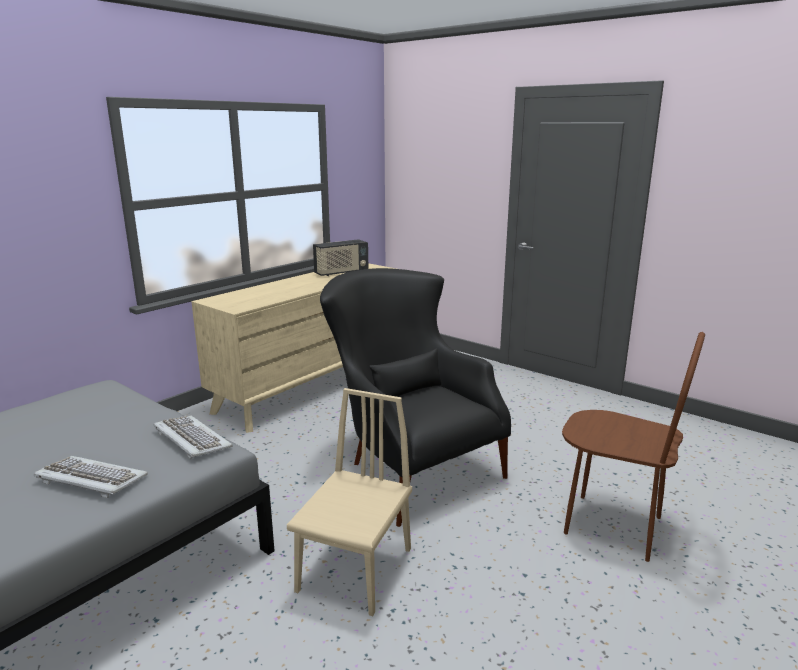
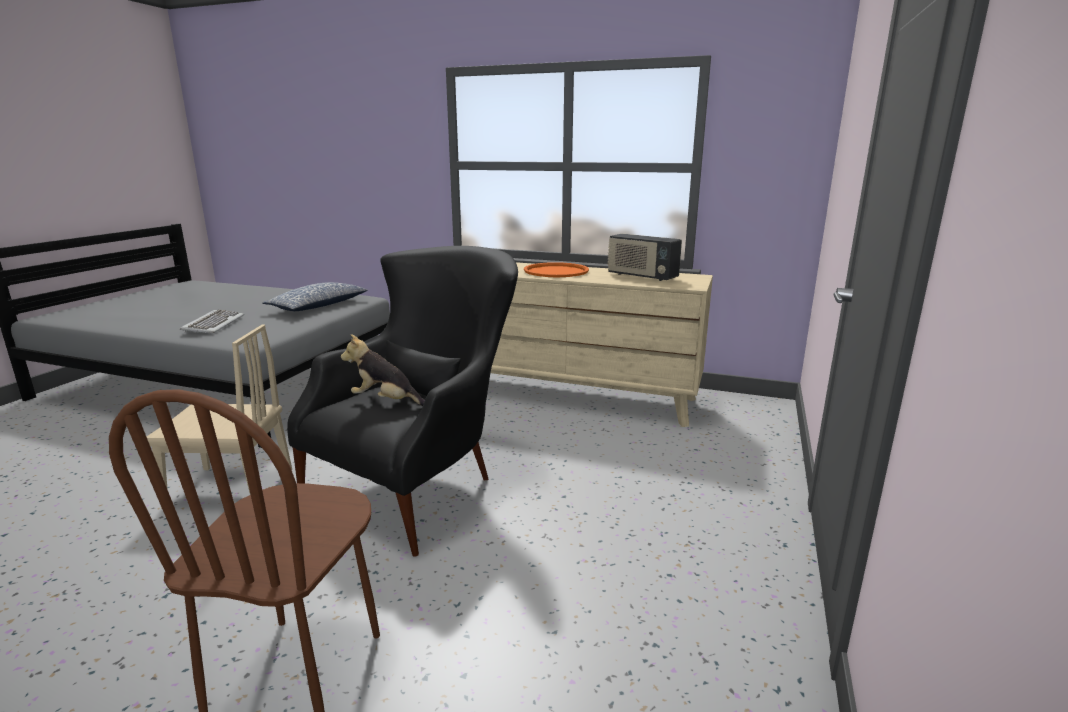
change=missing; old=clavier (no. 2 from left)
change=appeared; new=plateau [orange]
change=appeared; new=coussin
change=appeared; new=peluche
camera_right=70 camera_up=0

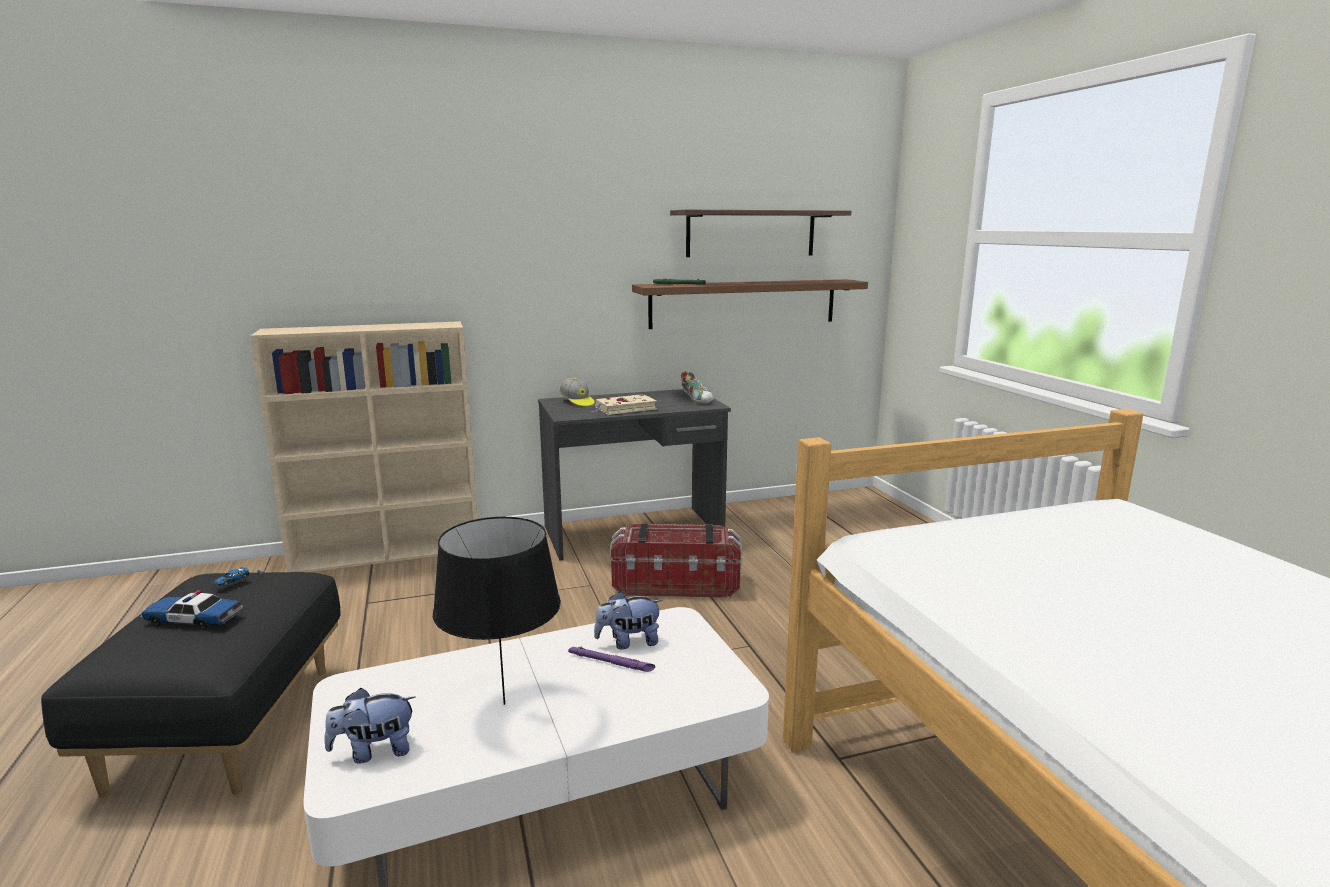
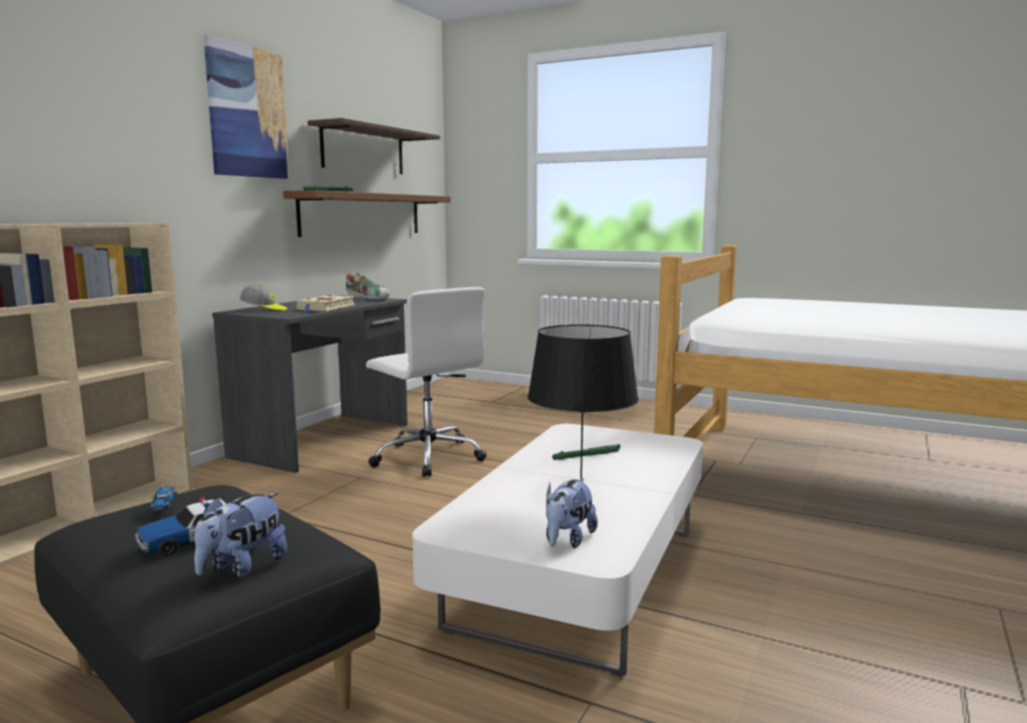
change=exchanged; old=boîte de rangement; new=chaise de bureau [blanc]
change=relocated; old=peluche (no. 2 from left in the first image); new=peluche (no. 1 from left)
change=colour; old=lampe de poche [violet]; new=lampe de poche [vert] (no. 2 from left)
change=appeared; new=tableau
camera_right=-45 camera_up=-5

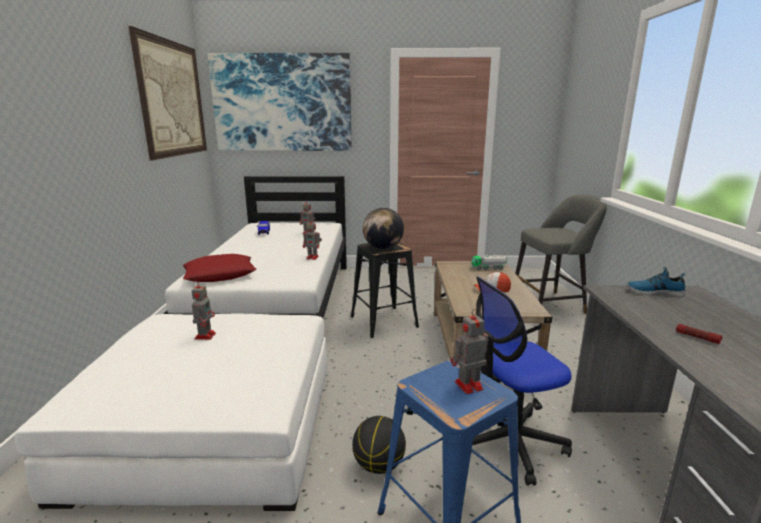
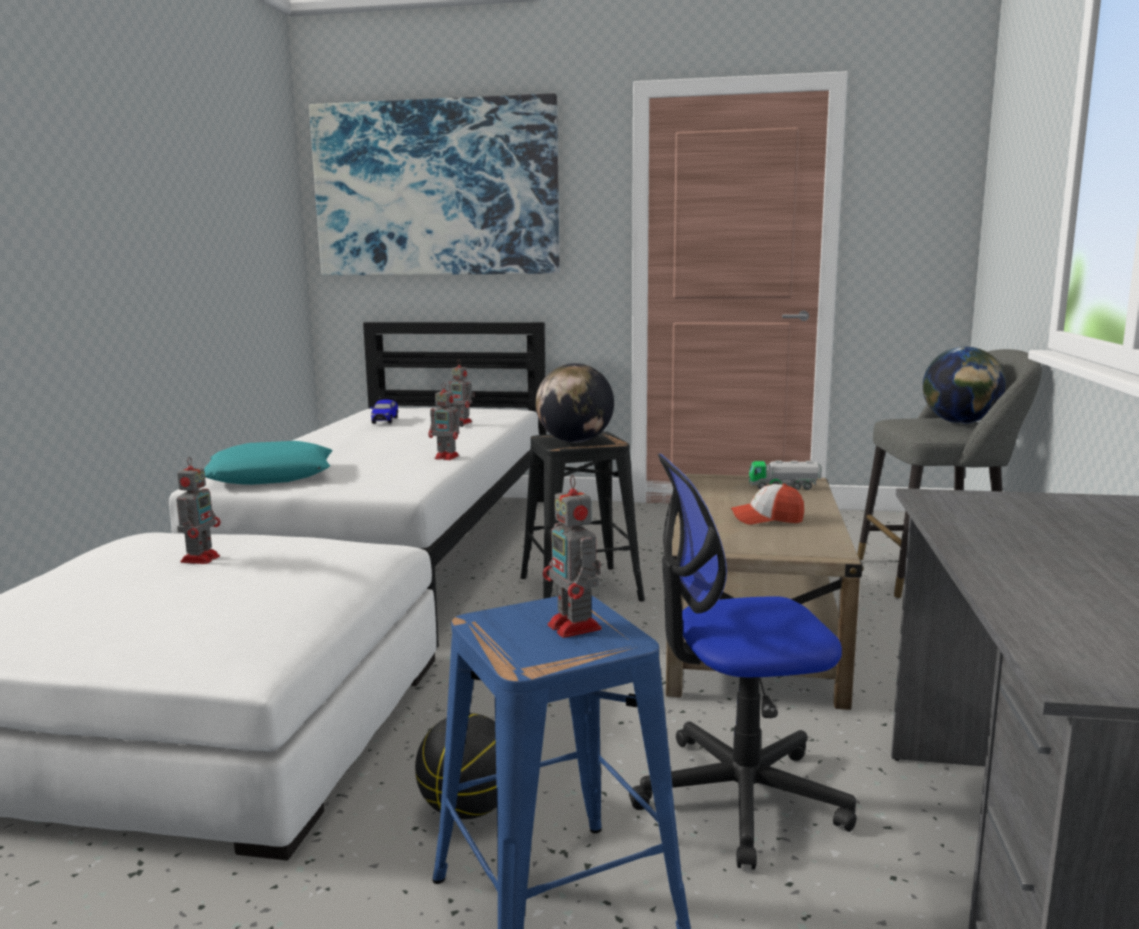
change=missing; old=tableau (no. 1 from left)
change=colour; old=coussin [rouge]; new=coussin [turquoise]
change=missing; old=chaussure
change=spun; old=robot jouet (no. 4 from left); degrees=-105
change=missing; old=lampe de poche
change=appeared; new=globe (no. 2 from left)
camera_right=10 camera_up=-5

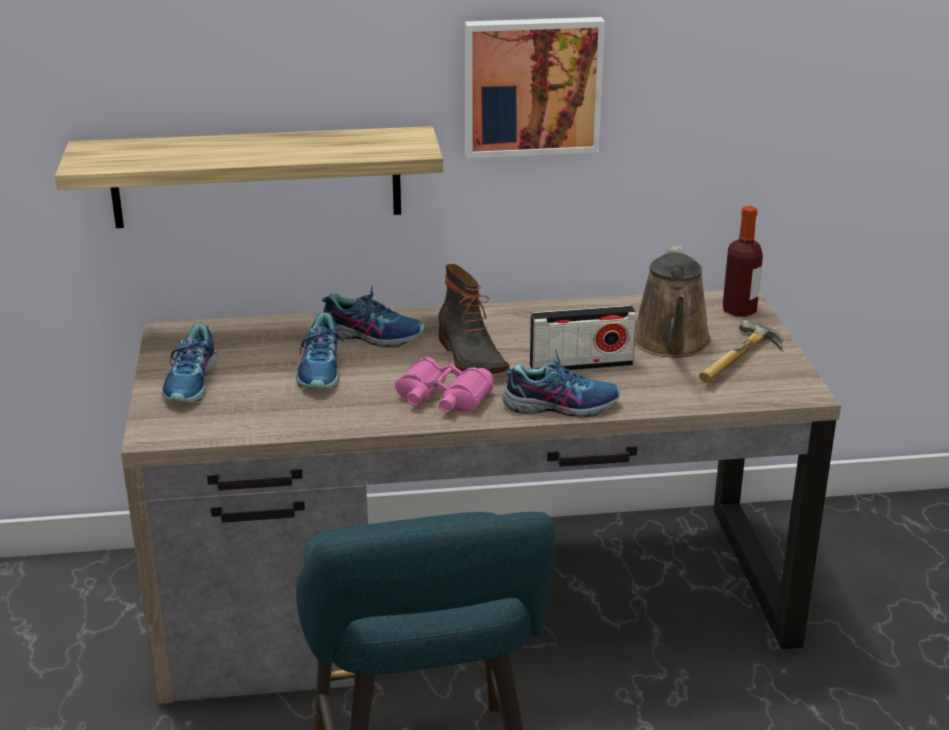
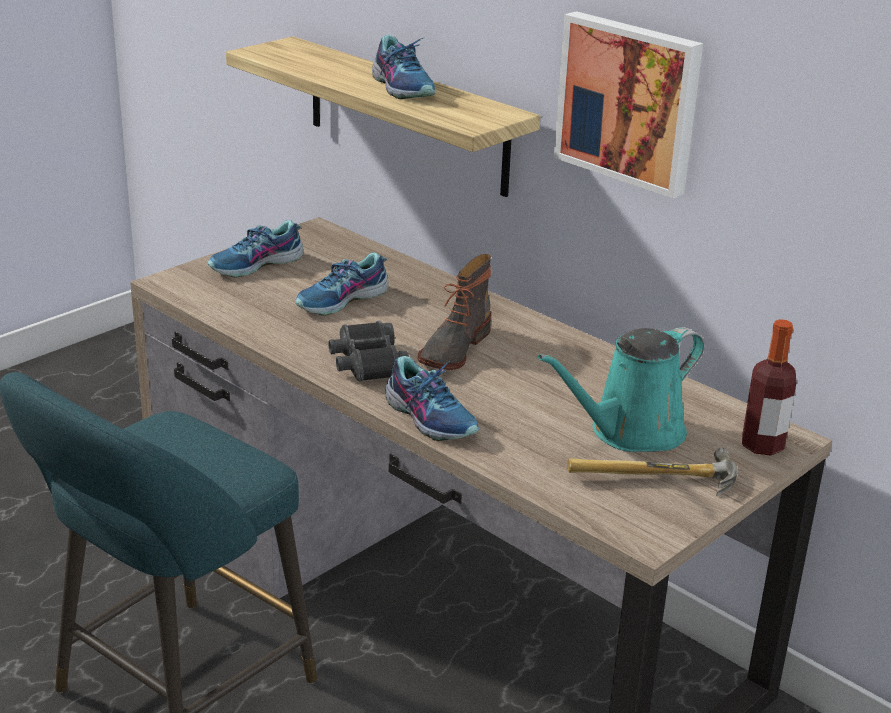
change=colour; old=arrosoir [marron]; new=arrosoir [turquoise]
change=relocated; old=chaussure (no. 3 from left)
change=missing; old=radio
change=colour; old=jumelles [rose]; new=jumelles [noir]
camera_right=50 camera_up=0

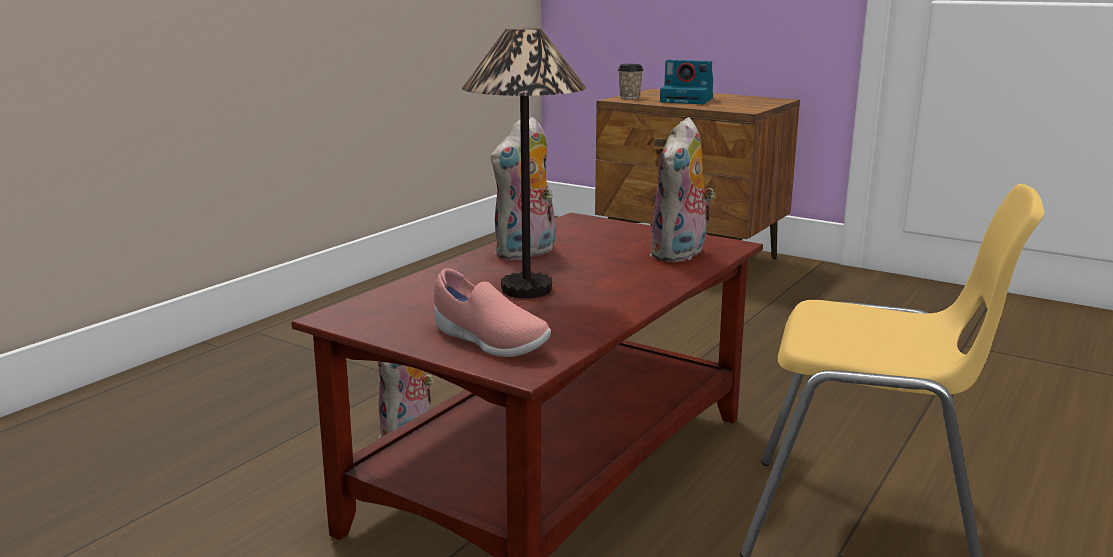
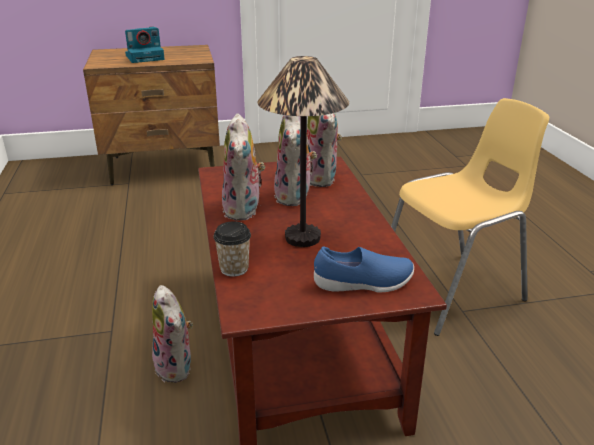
change=relocated; old=tasse
change=colour; old=chaussure [rose]; new=chaussure [bleu]
change=appeared; new=peluche (no. 3 from left)
camera_right=-45 camera_up=10

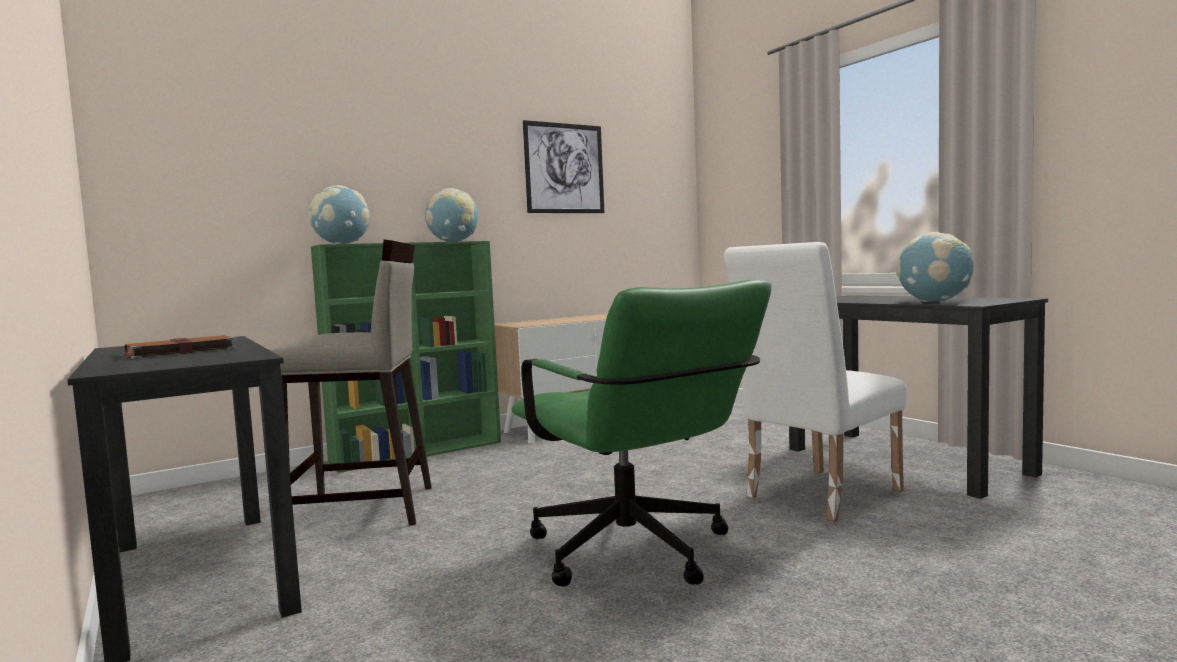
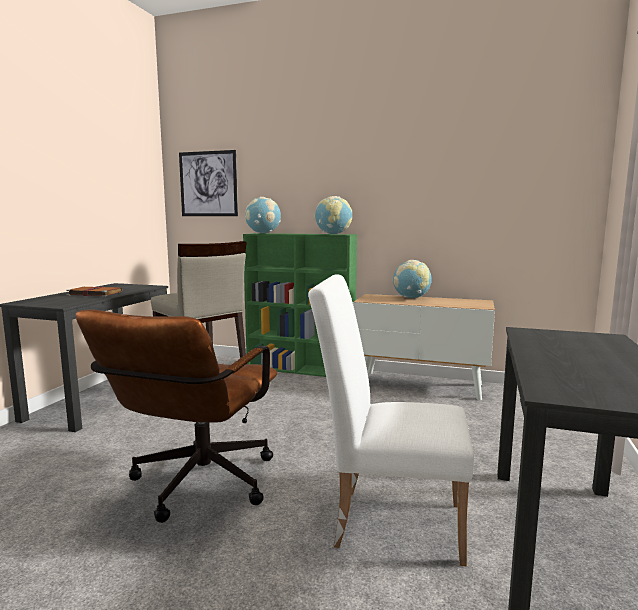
change=relocated; old=tableau
change=relocated; old=globe (no. 3 from left)
change=colour; old=chaise de bureau [vert]; new=chaise de bureau [marron]
camera_right=50 camera_up=5

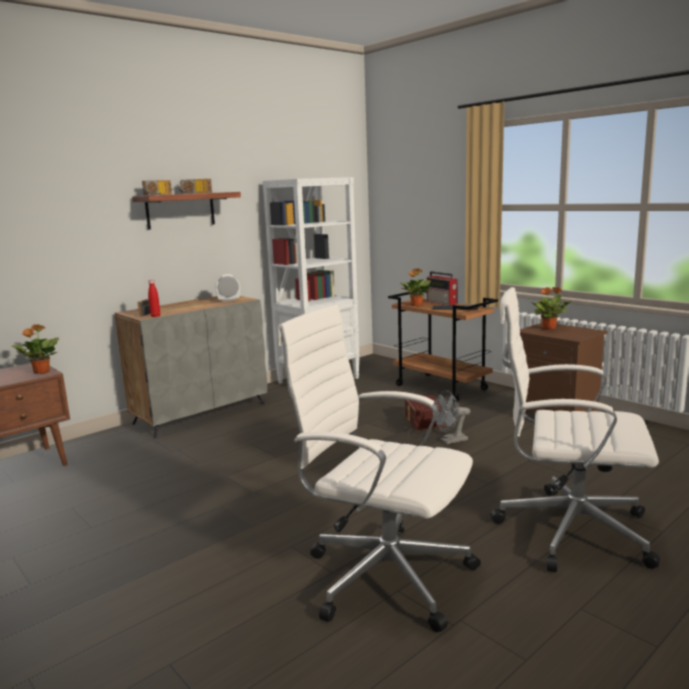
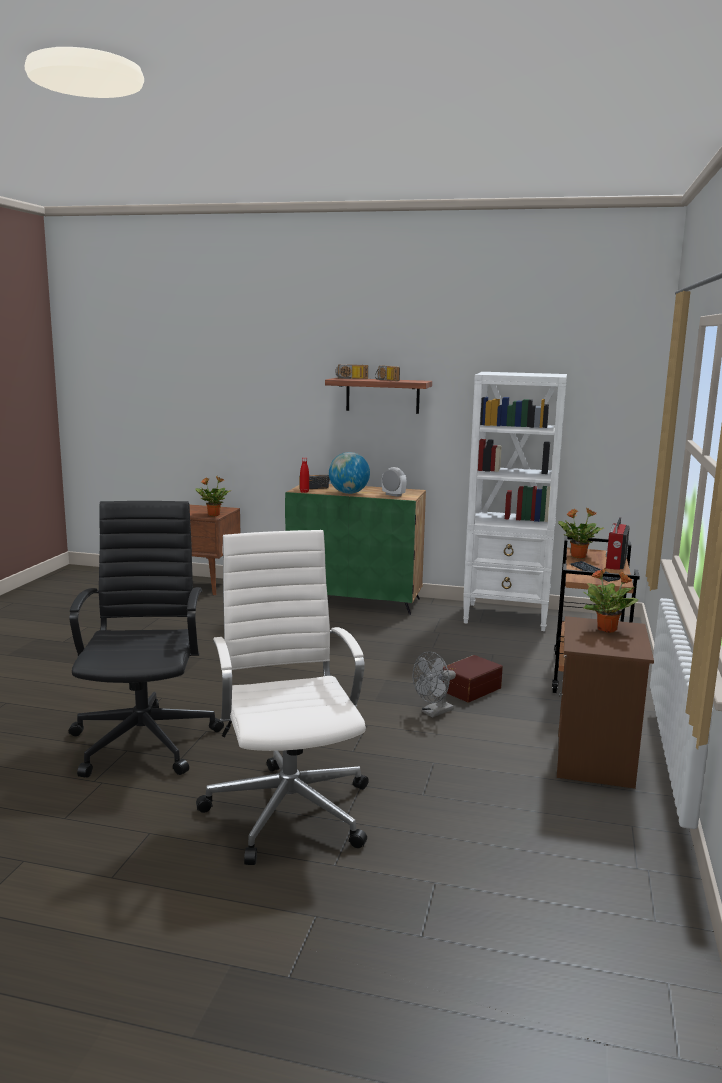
change=colour; old=meuble de rangement [gris]; new=meuble de rangement [vert]
change=colour; old=chaise de bureau [blanc] (no. 1 from left); new=chaise de bureau [noir]
change=spun; old=ventilateur [gris]; degrees=-75
change=appeared; new=globe
camera_right=55 camera_up=0

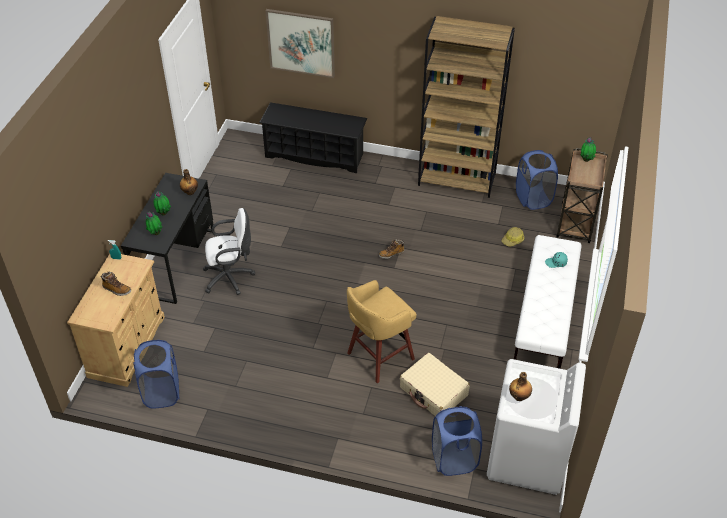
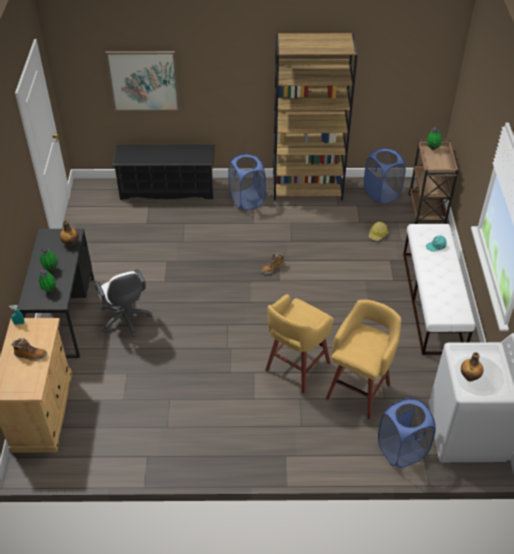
change=spun; old=chaise de bureau [blanc]; degrees=90
change=relocated; old=panier à linge [bleu] (no. 1 from left)
change=exchanged; old=valise [beige]; new=tabouret [jaune] (no. 2 from left)
camera_right=-15 camera_up=0

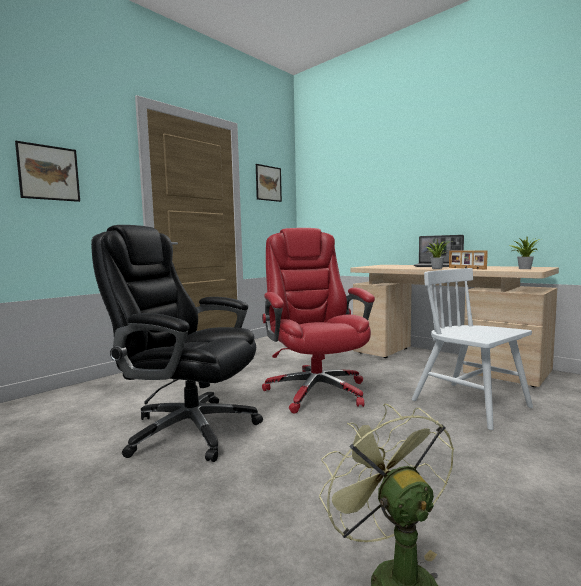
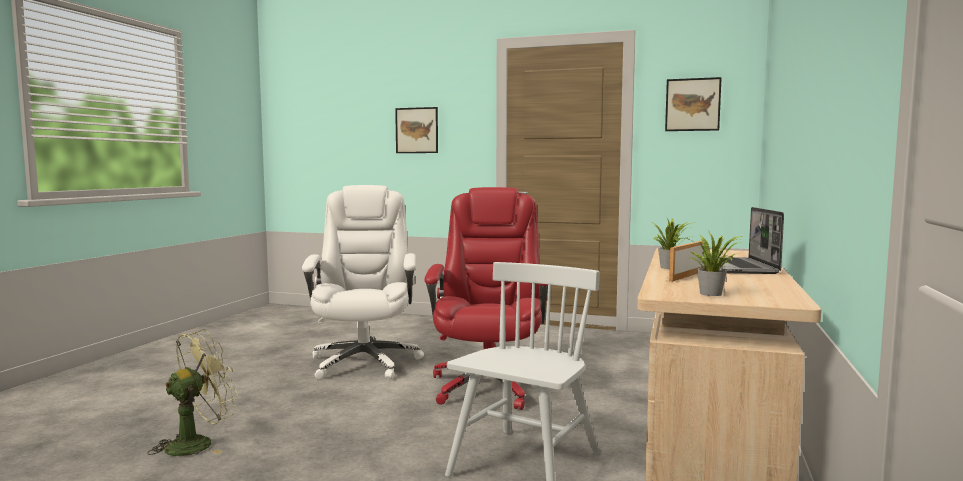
change=colour; old=chaise de bureau [noir]; new=chaise de bureau [blanc]
change=spun; old=chaise de bureau [rouge]; degrees=-45
camera_right=65 camera_up=0

